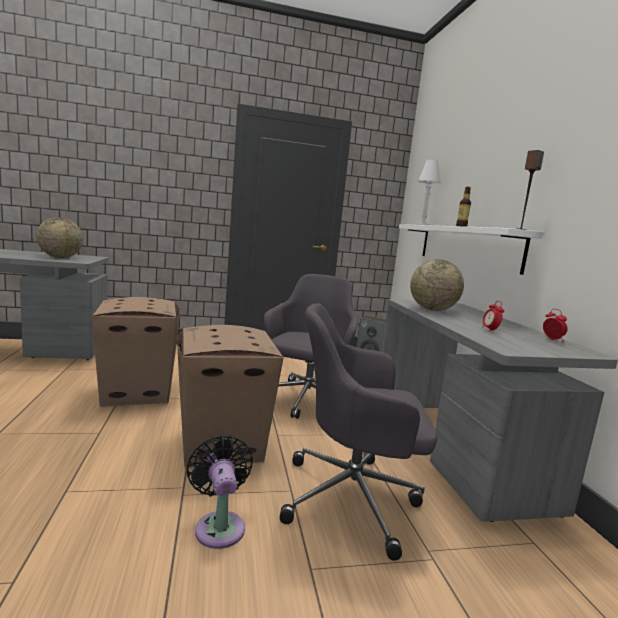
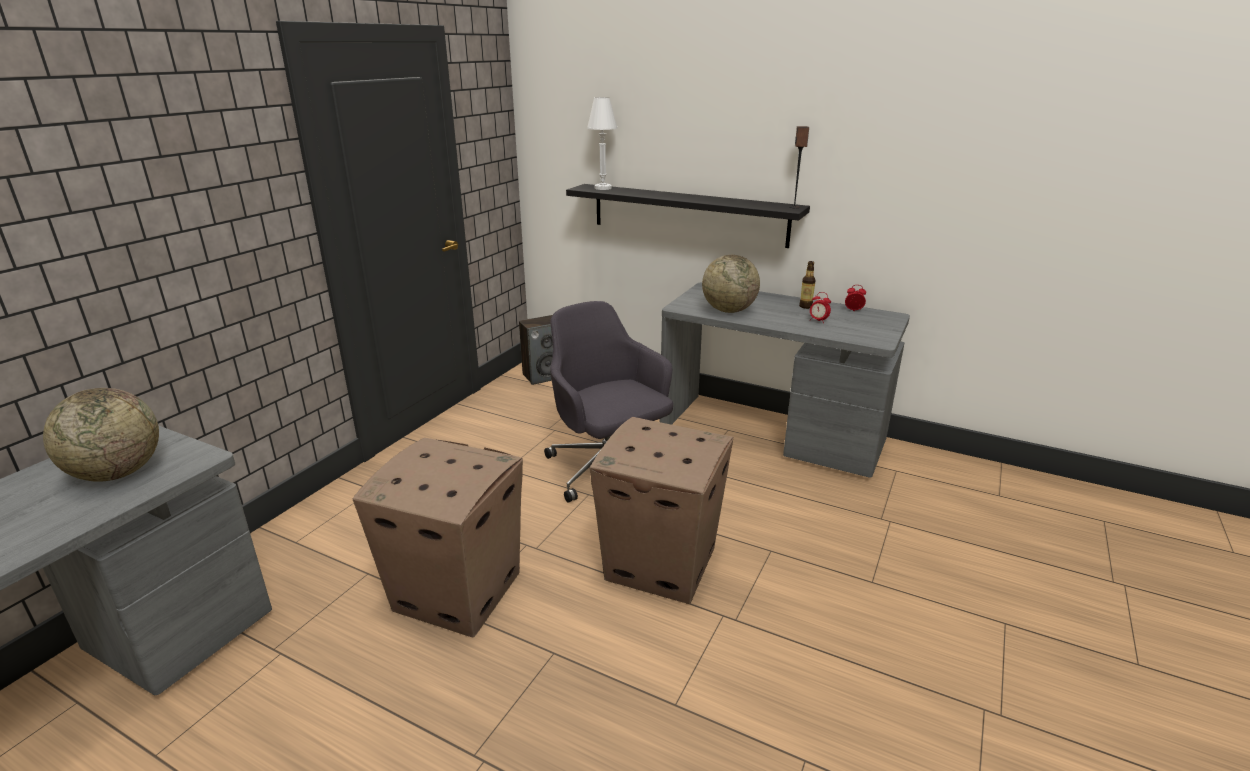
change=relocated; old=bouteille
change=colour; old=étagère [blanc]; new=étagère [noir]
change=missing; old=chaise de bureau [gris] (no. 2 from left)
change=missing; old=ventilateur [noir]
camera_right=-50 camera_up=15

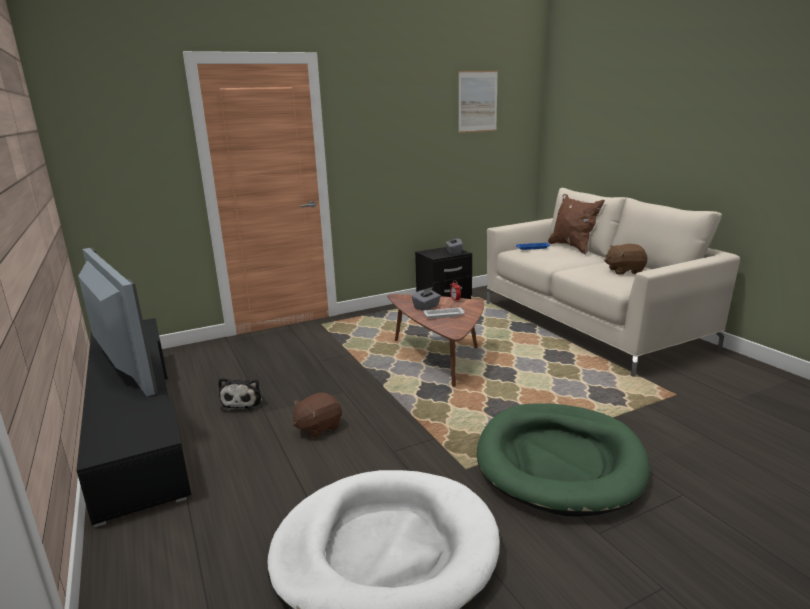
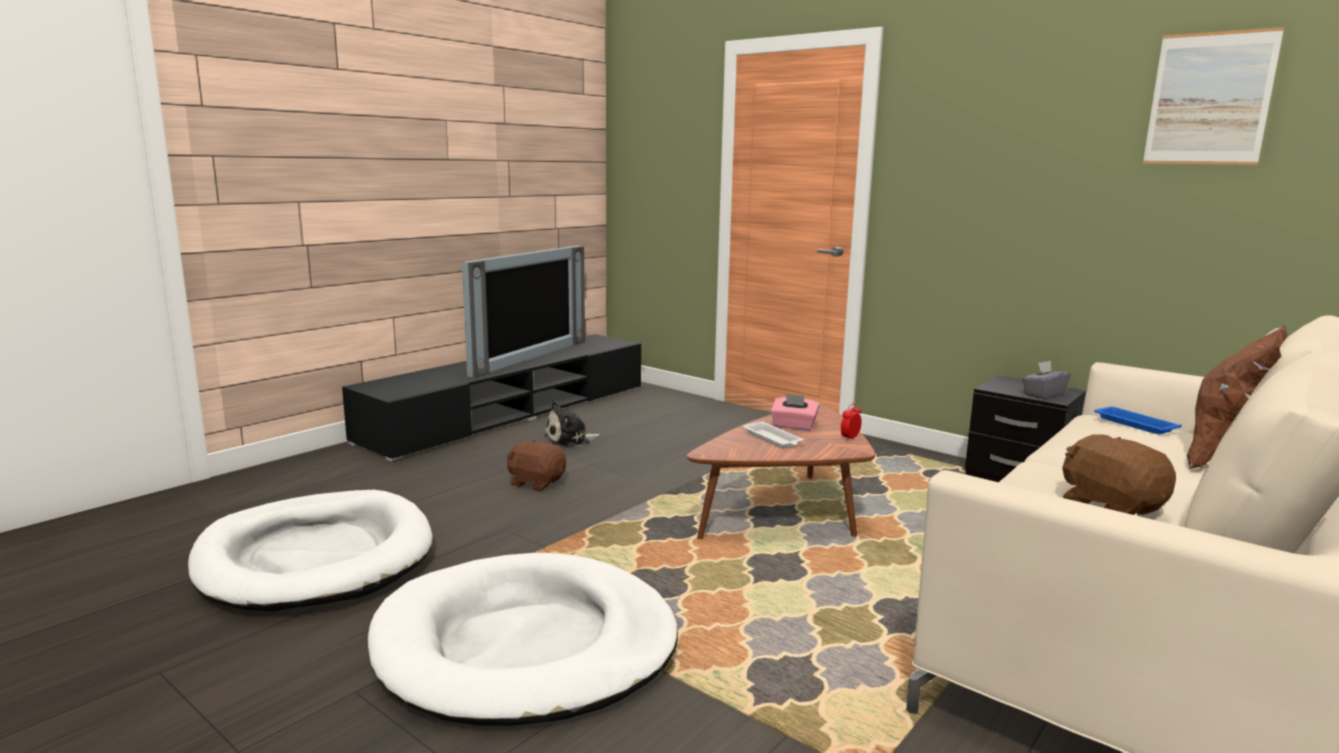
change=colour; old=boîte à mouchoirs [gris] (no. 1 from left); new=boîte à mouchoirs [rose]
change=colour; old=panier pour chien [vert]; new=panier pour chien [blanc] (no. 2 from left)
camera_right=65 camera_up=-5

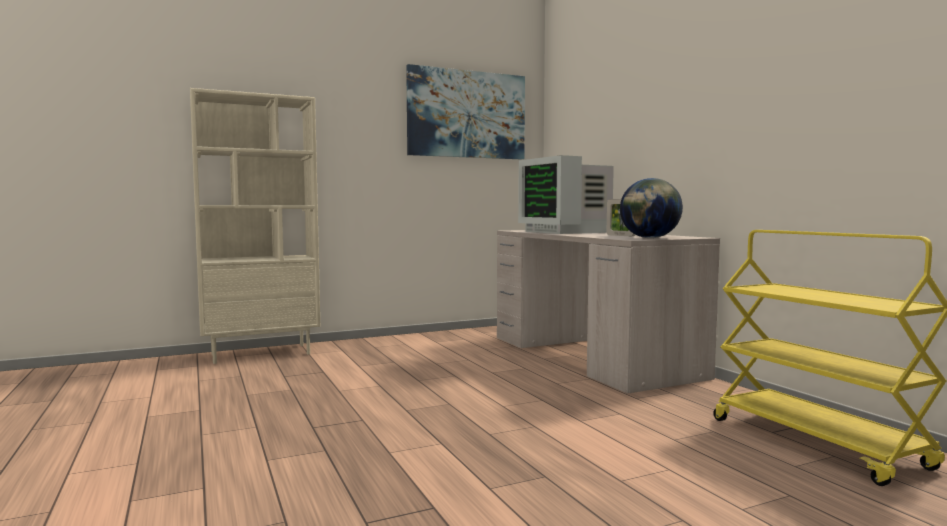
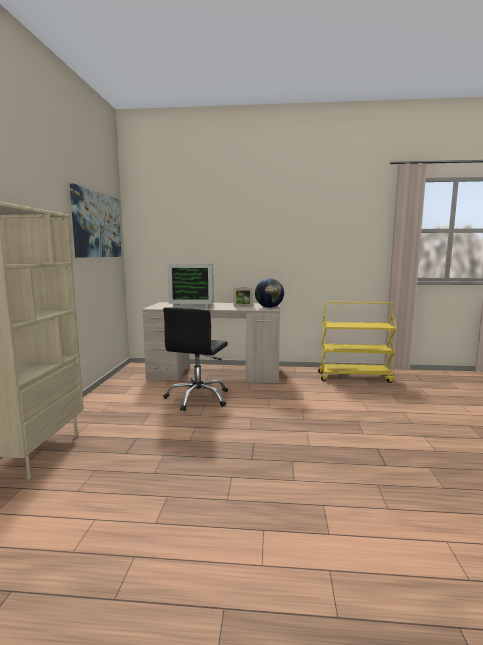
change=appeared; new=chaise de bureau [noir]
camera_right=-60 camera_up=5

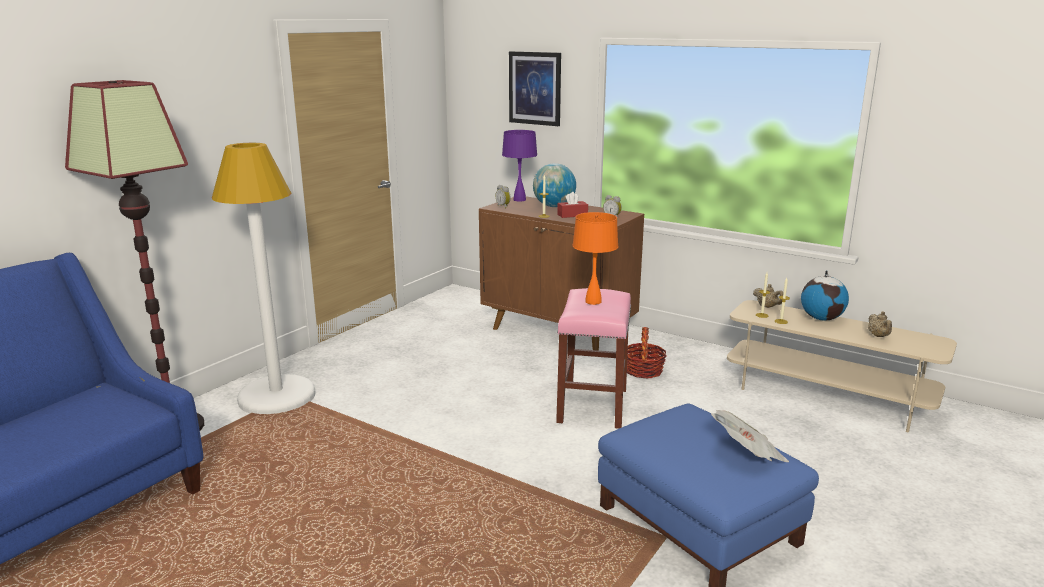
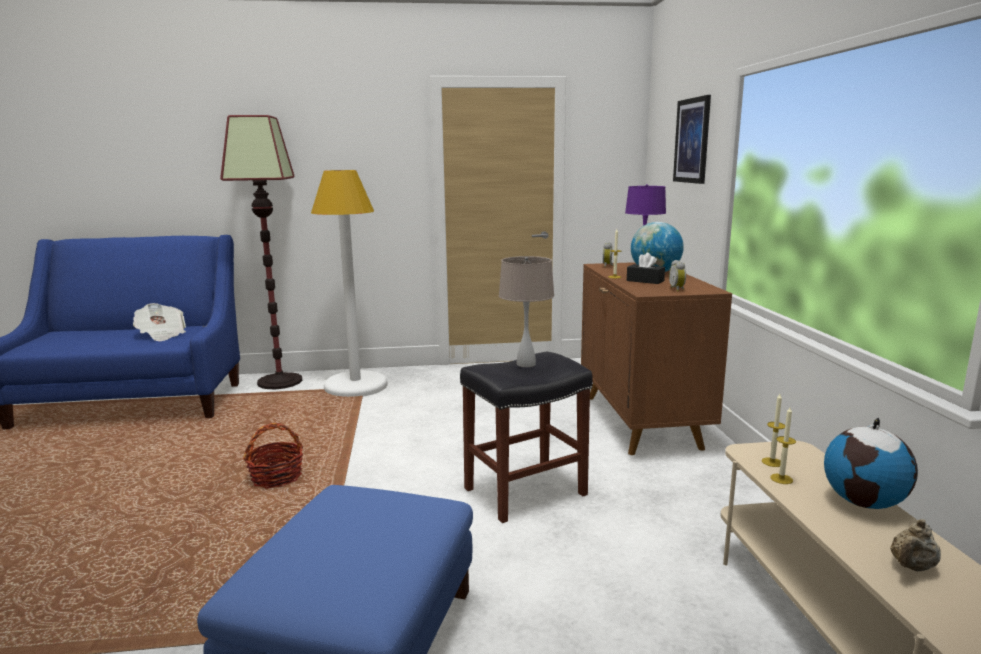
change=colour; old=boîte à mouchoirs [rouge]; new=boîte à mouchoirs [noir]
change=colour; old=lampe de table [orange]; new=lampe de table [beige]
change=missing; old=théière [beige] (no. 1 from left)
change=colour; old=tabouret [rose]; new=tabouret [noir]
change=relocated; old=panier
change=relocated; old=journal
camera_right=50 camera_up=-5

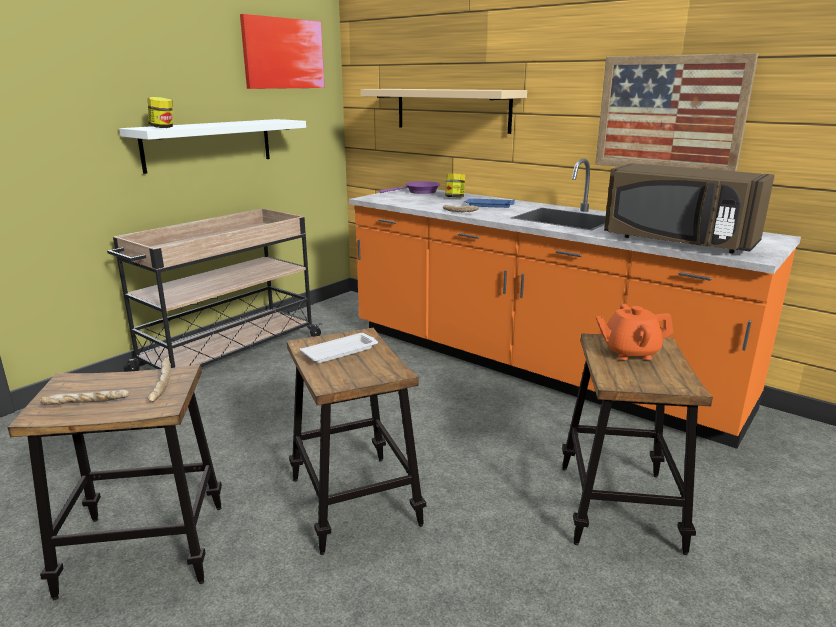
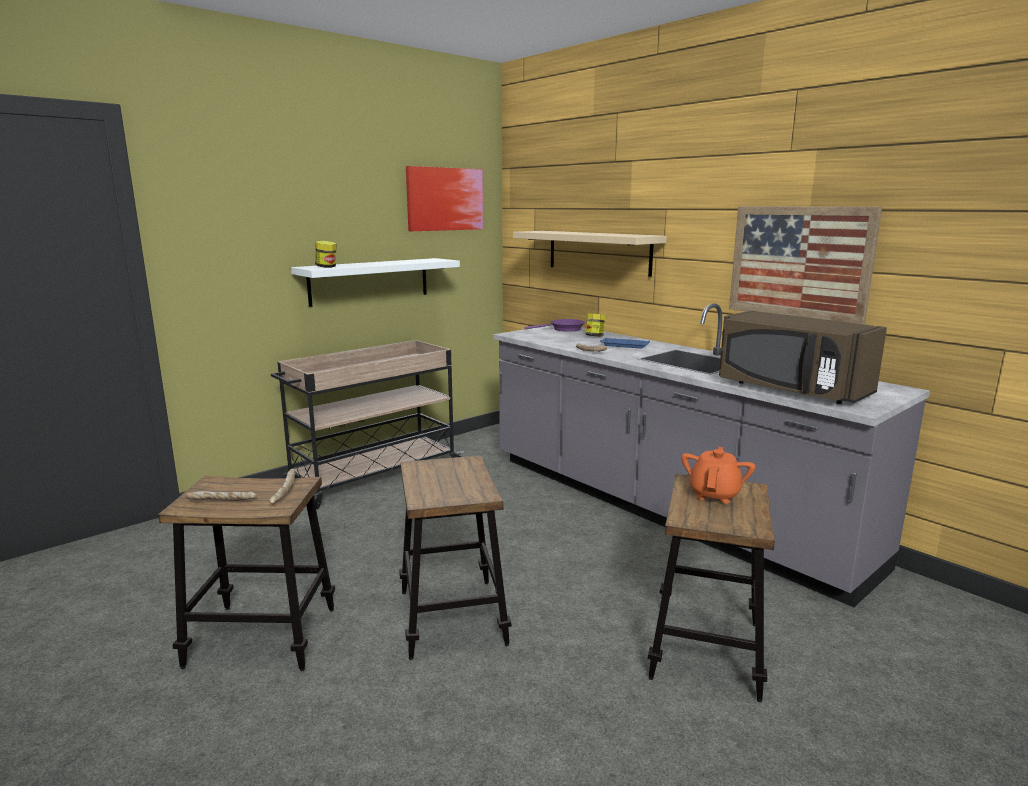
change=colour; old=comptoir de cuisine [orange]; new=comptoir de cuisine [gris]
change=spun; old=théière [orange]; degrees=105
change=missing; old=plateau [blanc]
camera_right=10 camera_up=-5

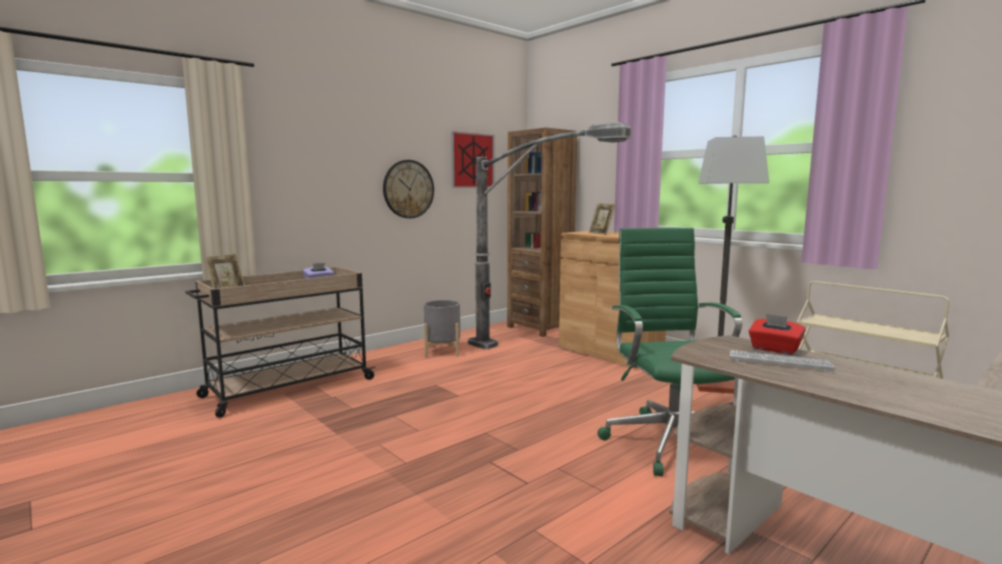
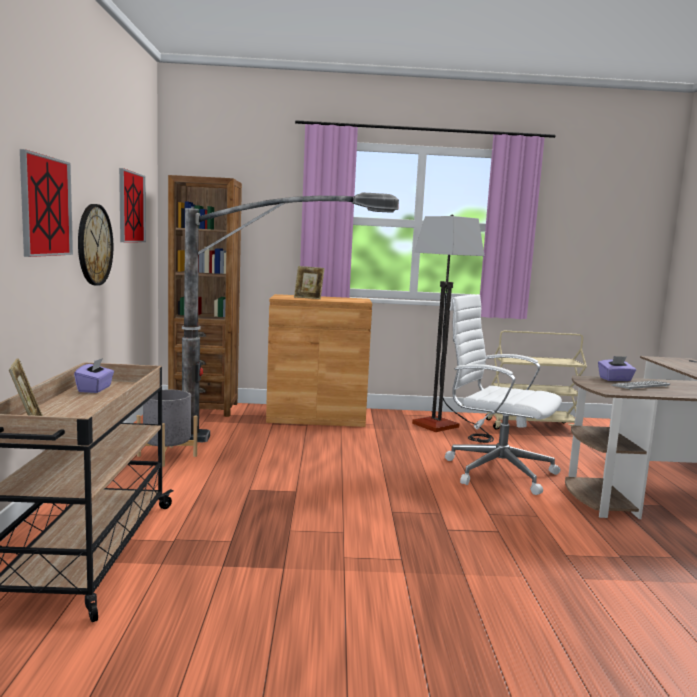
change=colour; old=chaise de bureau [vert]; new=chaise de bureau [blanc]
change=colour; old=boîte à mouchoirs [rouge]; new=boîte à mouchoirs [violet] (no. 2 from left)
change=appeared; new=tableau (no. 1 from left)
camera_right=-50 camera_up=0

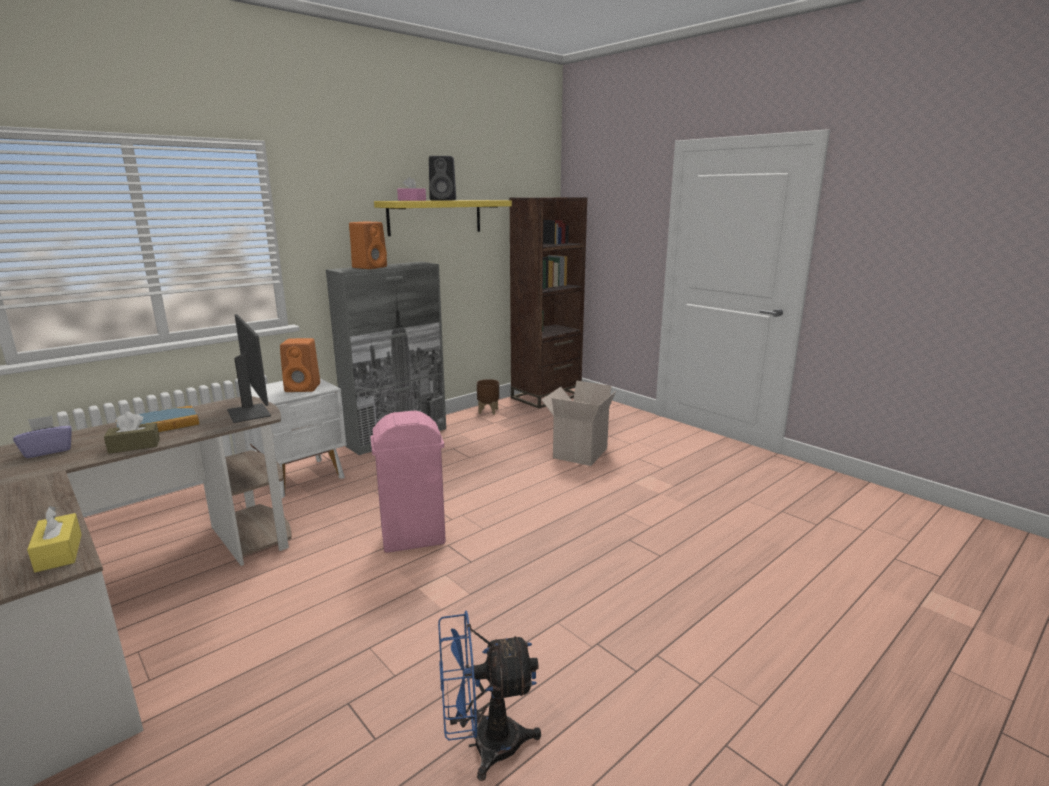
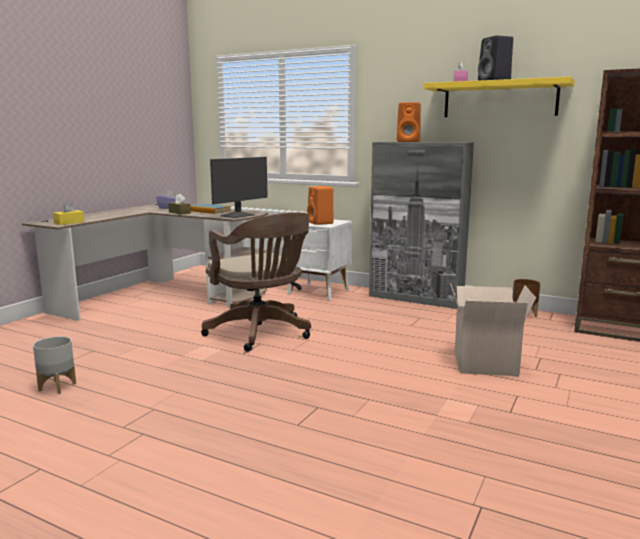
change=exchanged; old=poubelle [rose]; new=chaise de bureau [marron]
change=exchanged; old=ventilateur [bleu]; new=cache-pot [gris]
camera_right=70 camera_up=-5

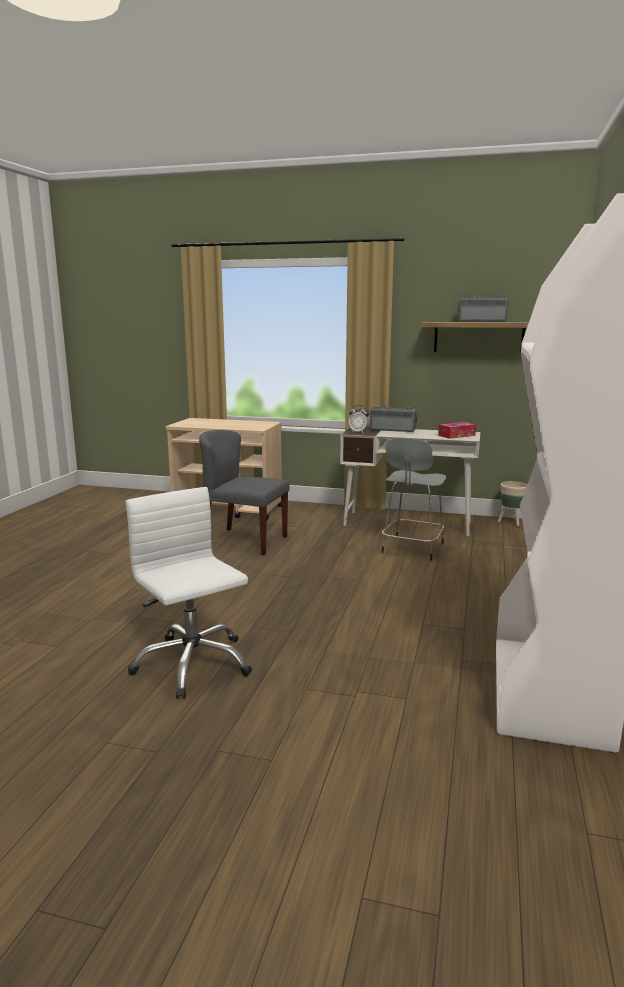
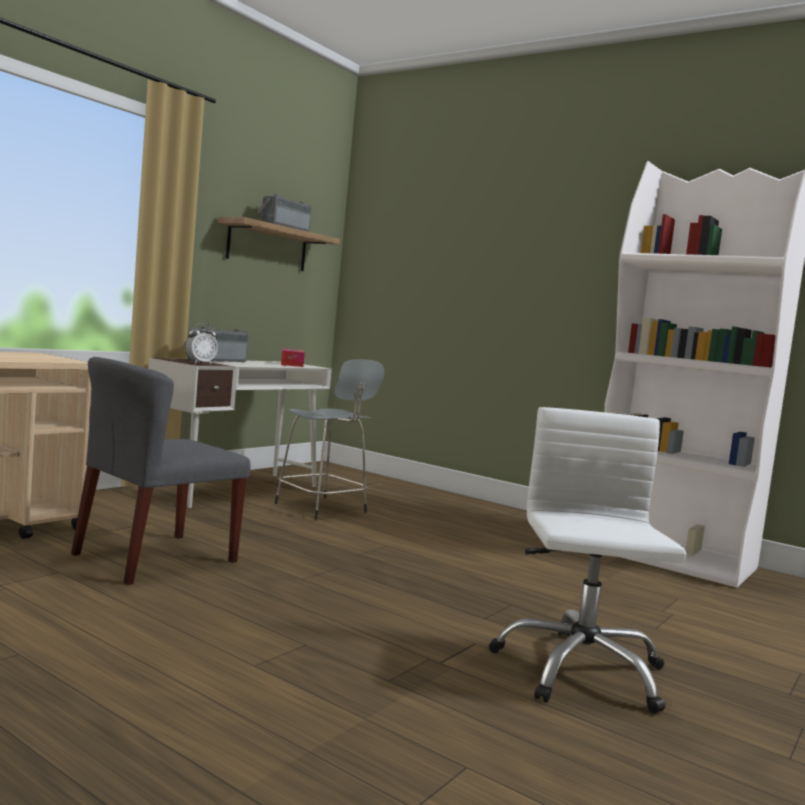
change=missing; old=cache-pot [beige]
change=spun; old=chaise de bureau [blanc]; degrees=105
camera_right=-70 camera_up=-10

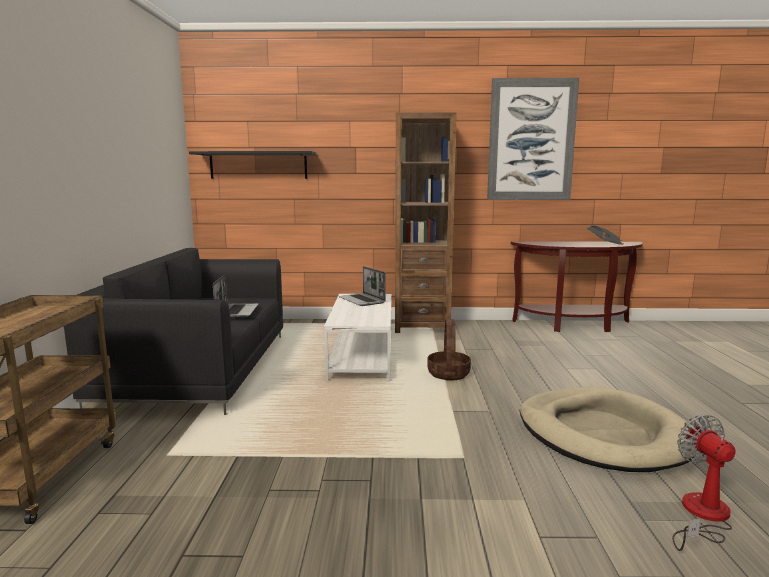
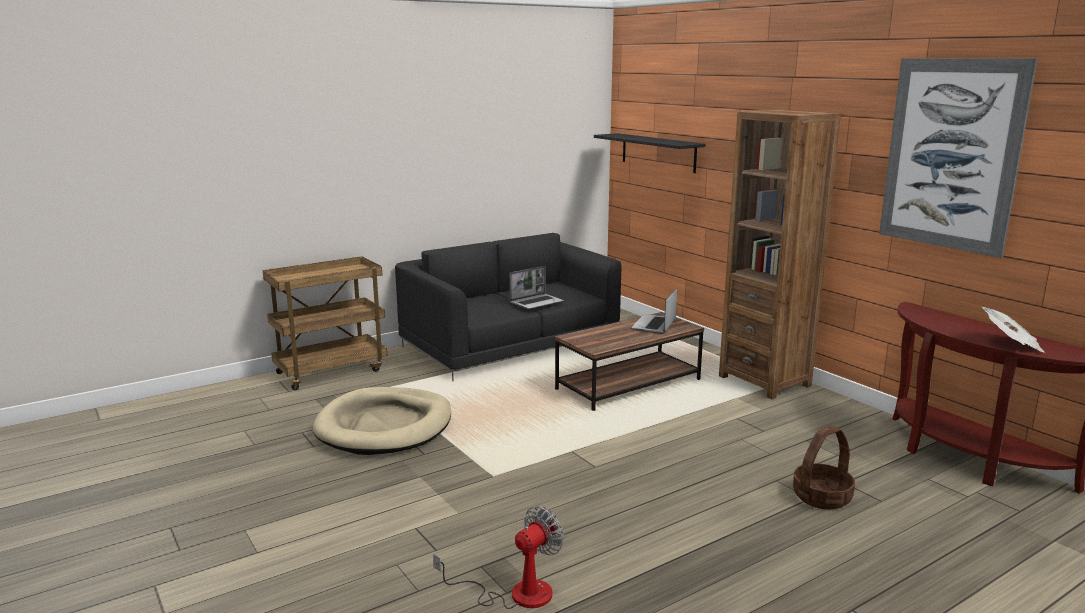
change=colour; old=table basse [blanc]; new=table basse [marron]
change=relocated; old=panier
change=relocated; old=panier pour chien [beige]
camera_right=55 camera_up=5

